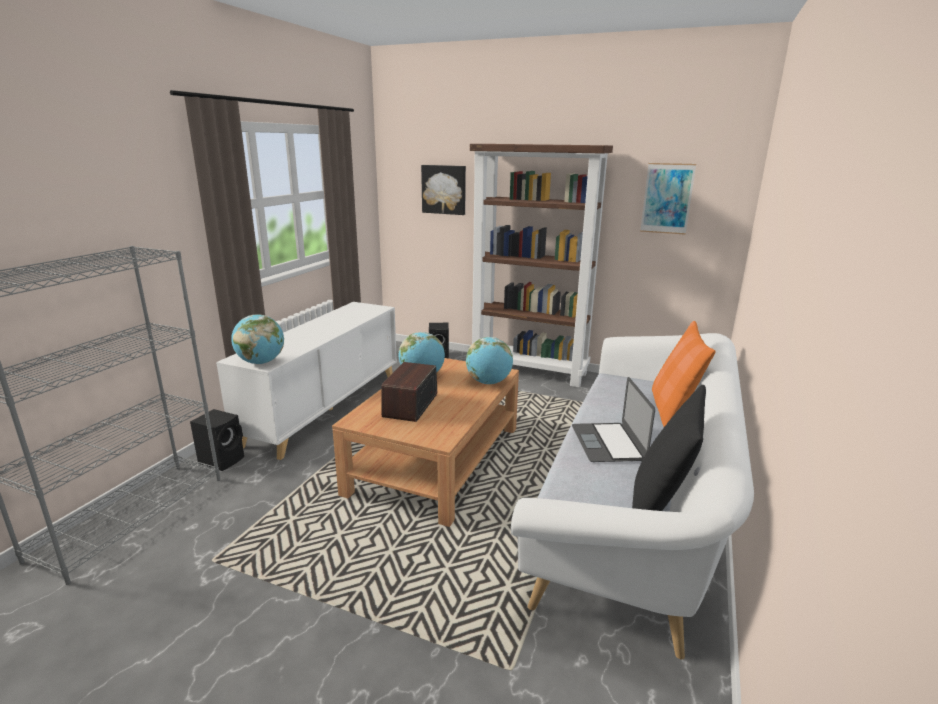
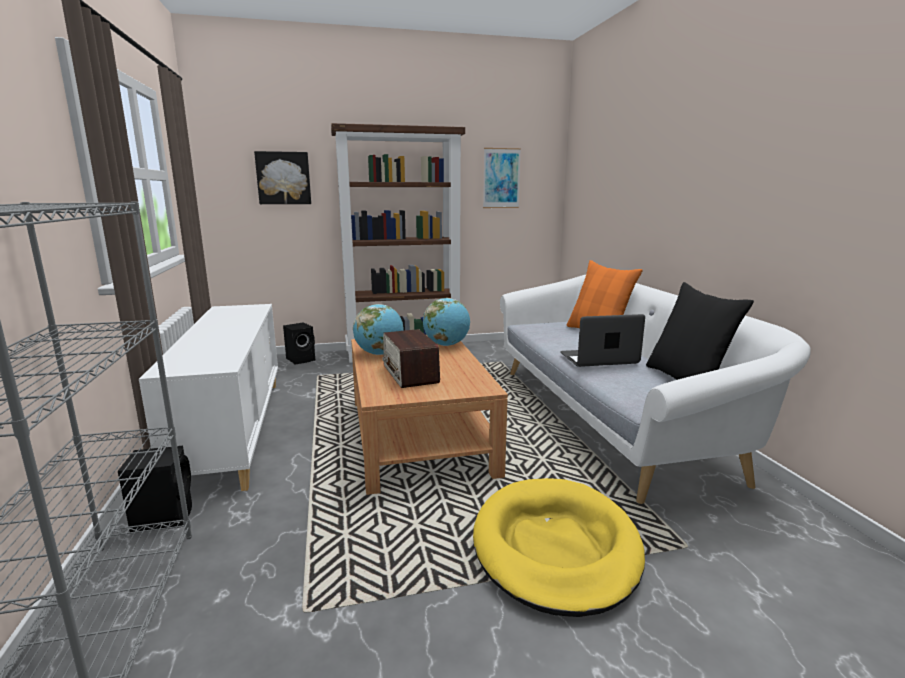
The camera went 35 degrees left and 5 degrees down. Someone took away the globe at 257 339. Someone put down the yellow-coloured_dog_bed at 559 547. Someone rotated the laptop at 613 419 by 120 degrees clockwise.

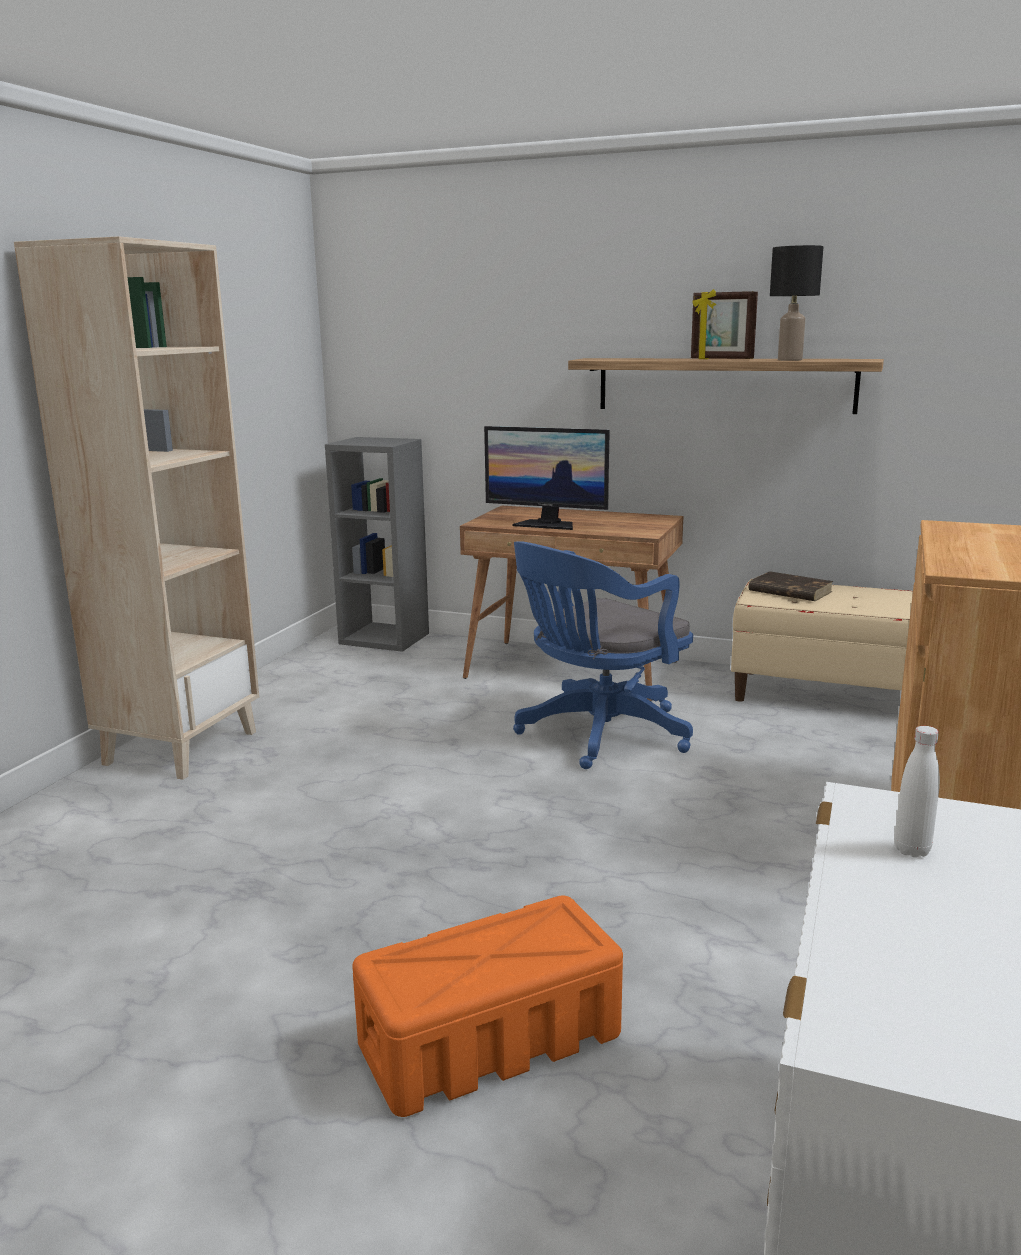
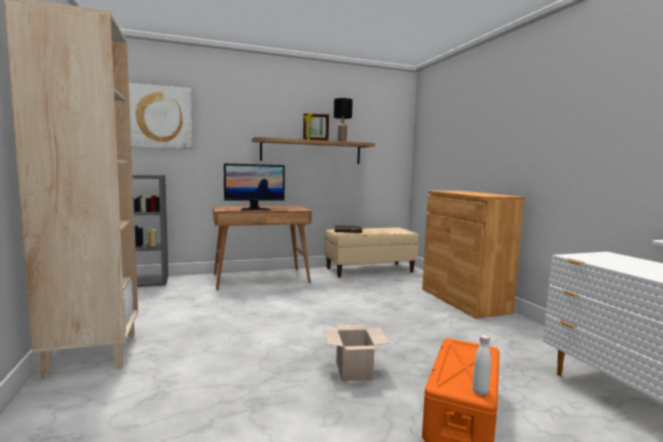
The camera went 40 degrees left and 10 degrees down. Someone took away the blue-coloured_computer_chair at 603 655. Someone put up the wall_art at 160 116. Someone put down the carton at 356 352. Someone carried the whitish_beverage_bottle from 917 792 to 481 365.

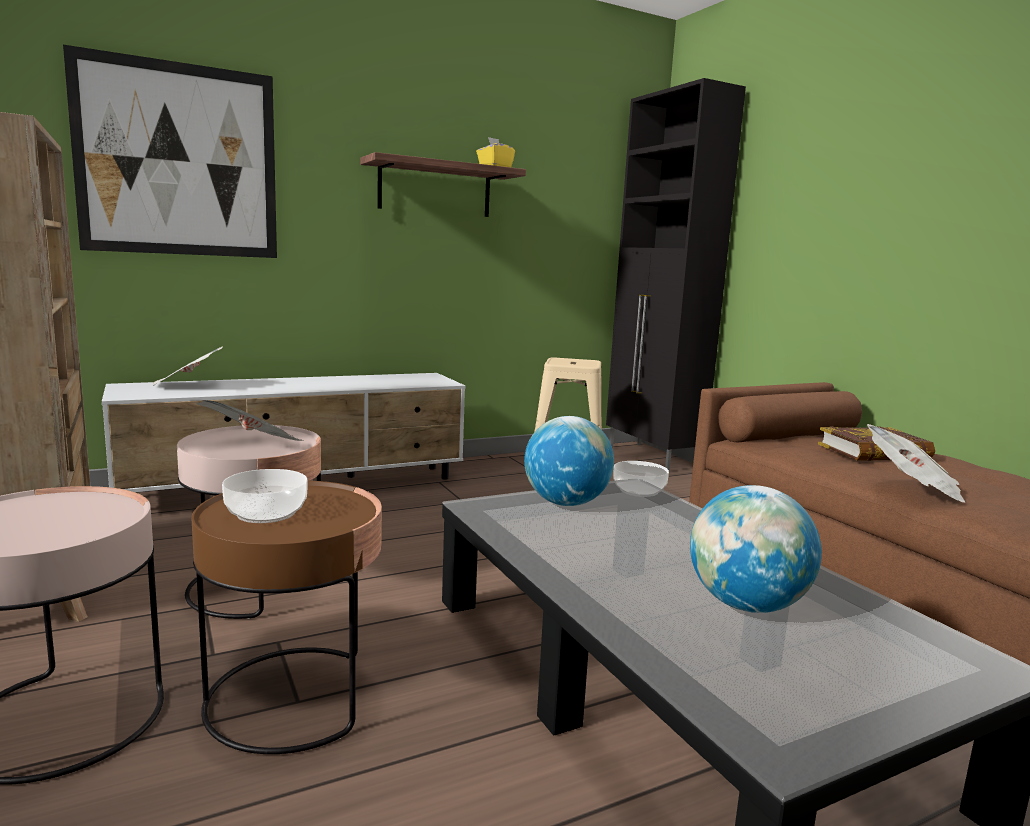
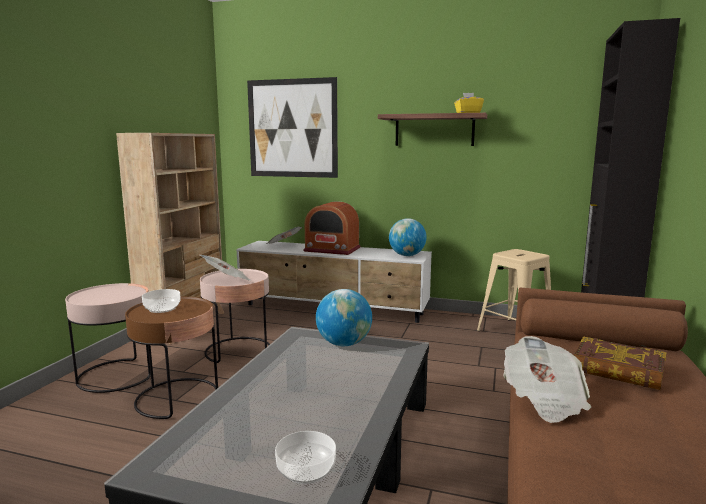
The camera went 45 degrees right and 0 degrees up. Someone put down the radio_set at 332 228. Someone carried the deep_dish from 641 479 to 305 457. Someone carried the globe from 756 549 to 408 237.

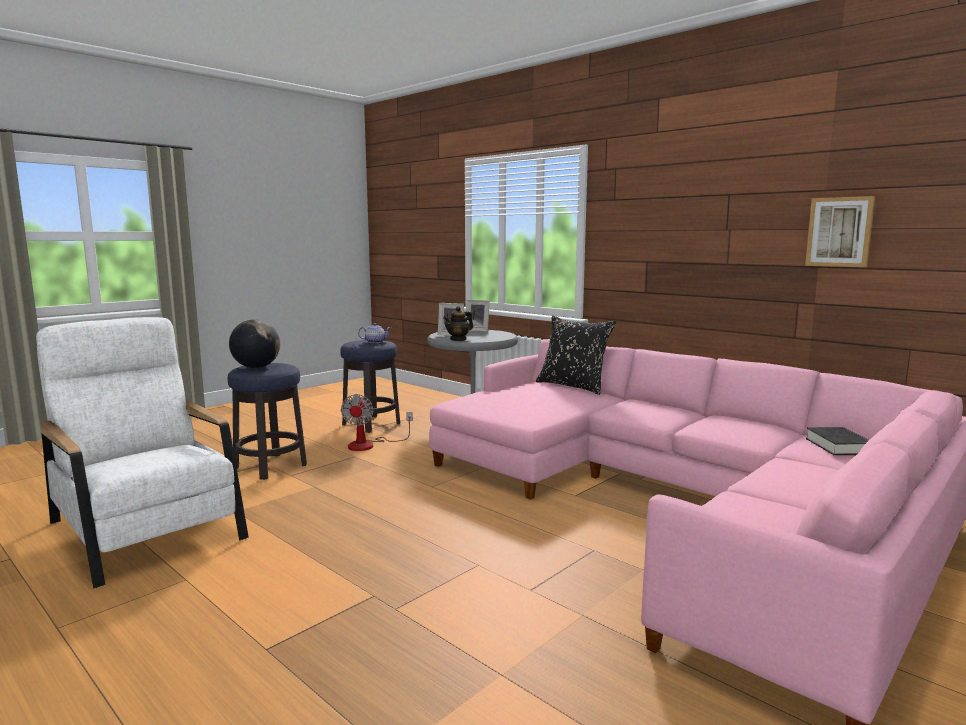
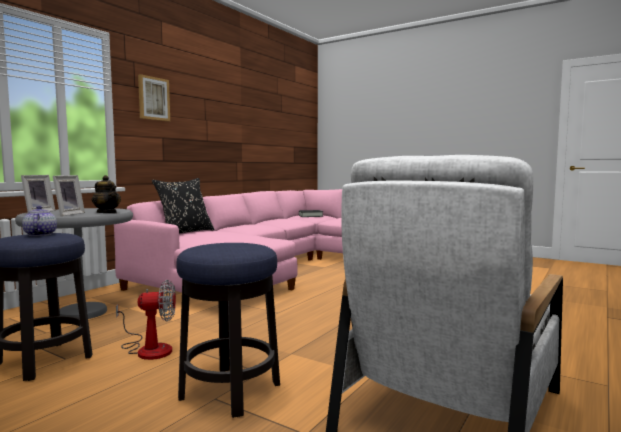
The camera went 100 degrees left and 5 degrees down. Someone took away the globe at 254 343. Someone carried the wall_art from 840 231 to 154 97.

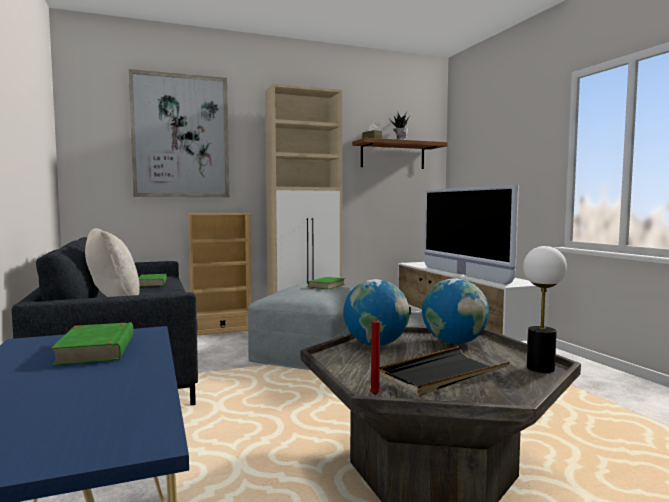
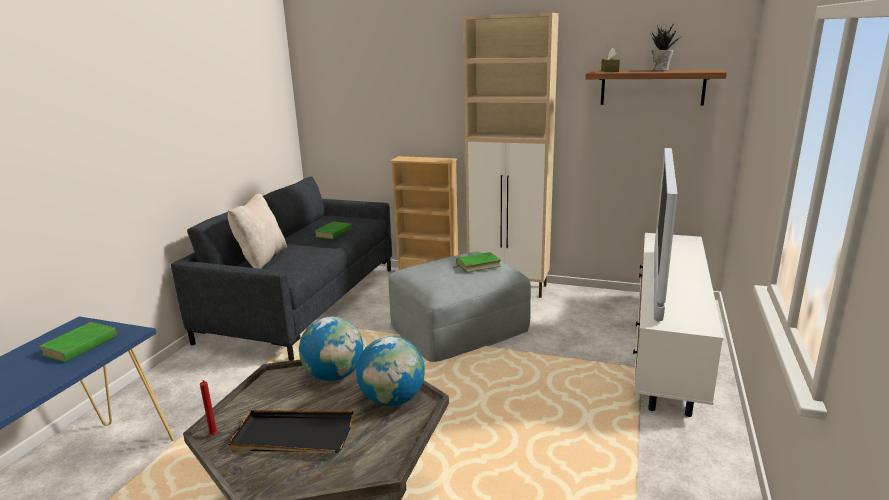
The camera went 40 degrees right and 15 degrees up. Someone took away the wall_art at 179 133. Someone took away the lamp_for_a_table at 545 309.

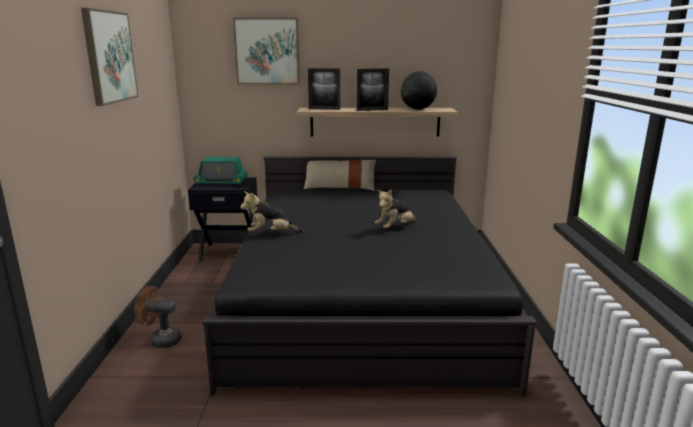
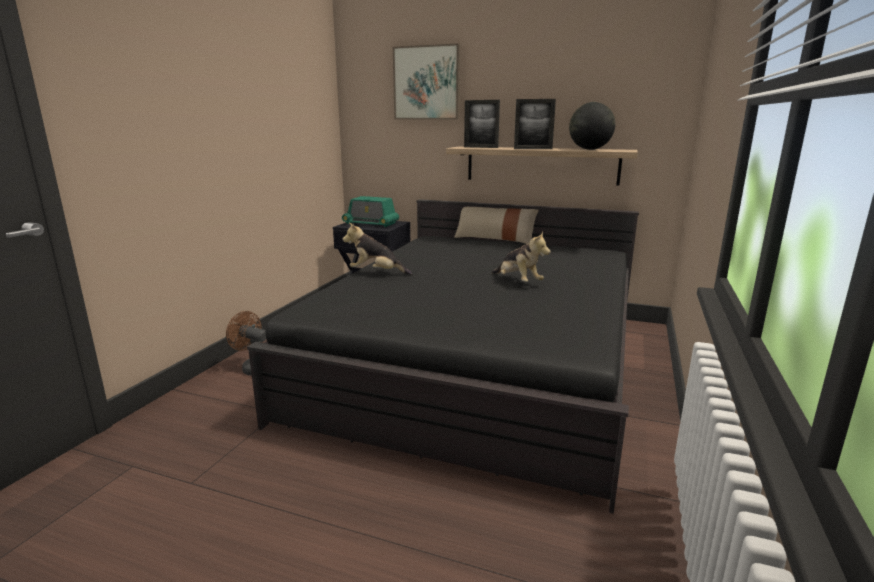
The camera went 20 degrees right and 0 degrees up. Someone took away the wall_art at 109 57. Someone rotated the soft_toy at 396 209 by 105 degrees counterclockwise.

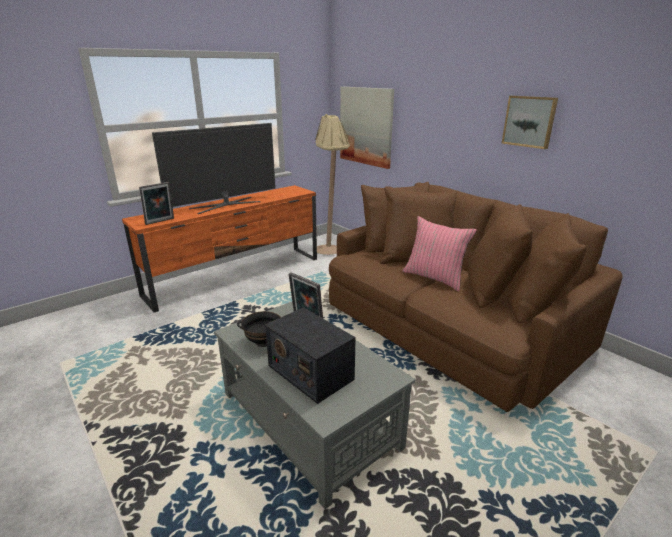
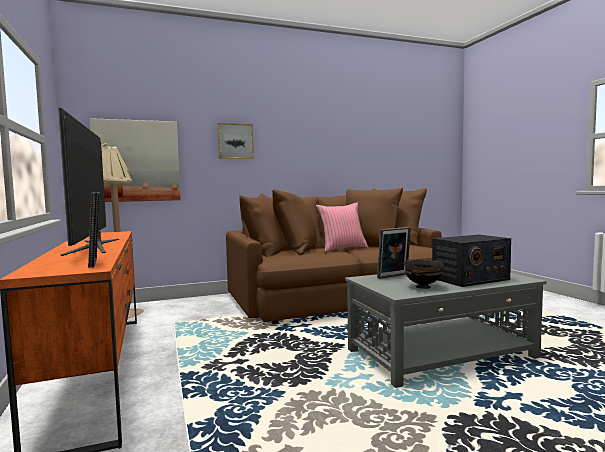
The camera went 70 degrees left and 20 degrees down. Someone carried the wall_art from 530 122 to 236 141.

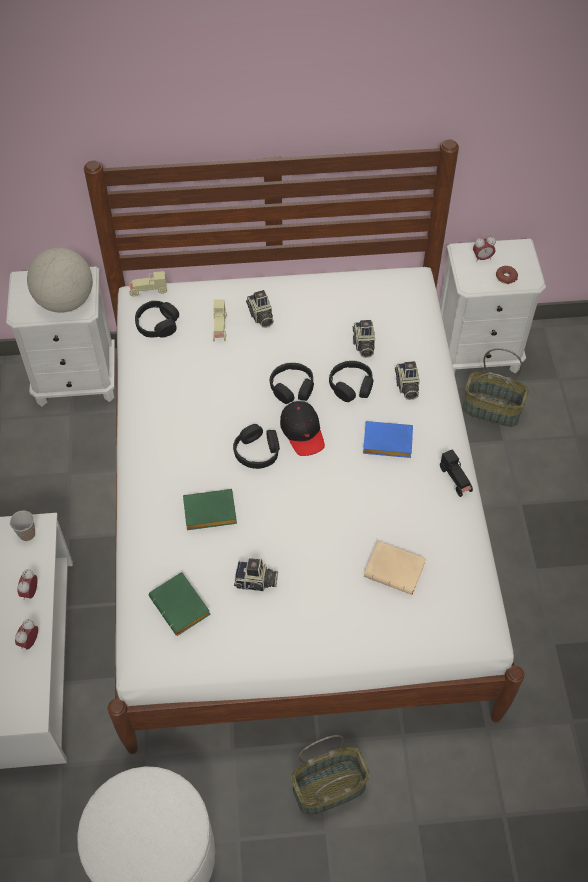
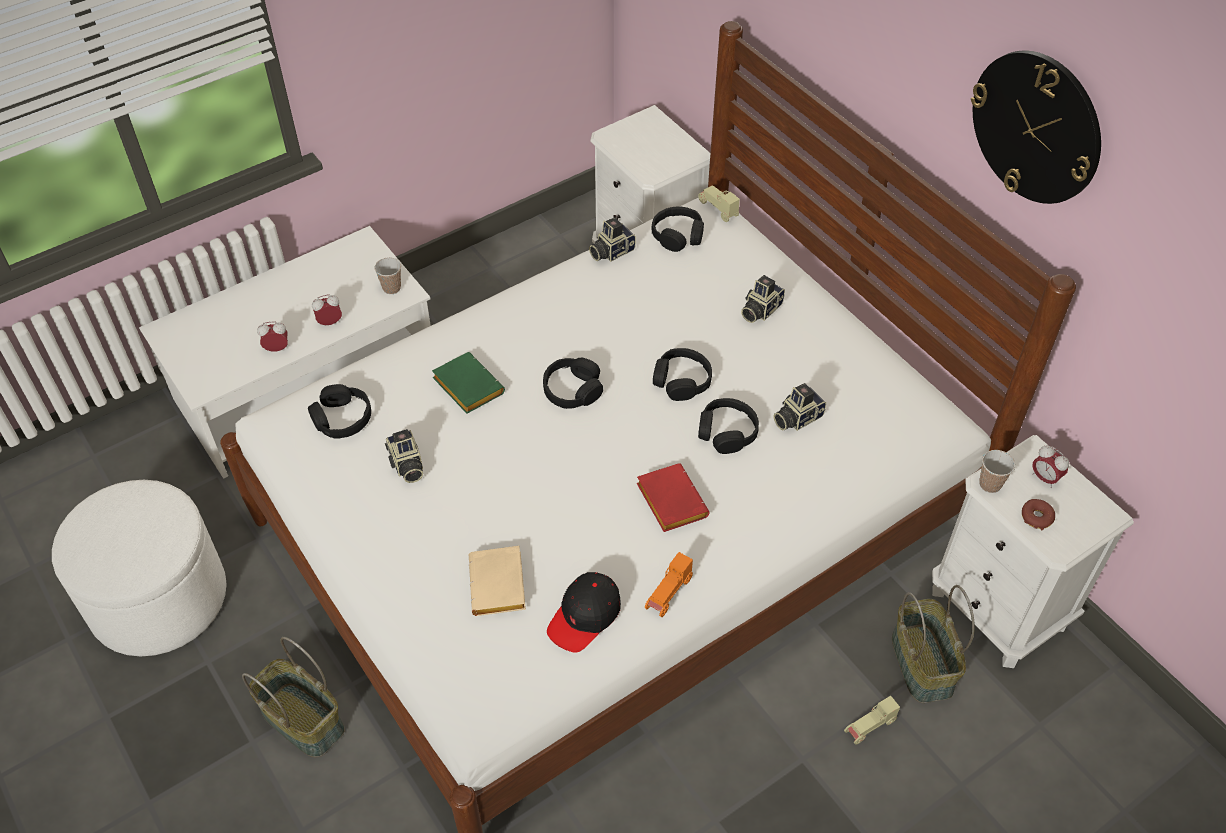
The camera went 60 degrees right and 5 degrees down. Someone took away the globe at 60 280. Someone put up the clock_on_the_wall at 1036 127. Someone put down the cup at 997 471. Someone carried the beige-coloured_model_car from 220 320 to 872 720. Someone carried the black_peaked_cap from 302 428 to 584 612. Someone carried the still_camera from 407 380 to 612 240. Someone swapped the green_book at 180 604 for the black_pair_of_headphones at 339 411. Someone repainted the blue-coloured_book at 388 439, which became the red_book at 673 497. Someone repainted the black_model_car at 456 473, which became the orange_model_car at 669 584.

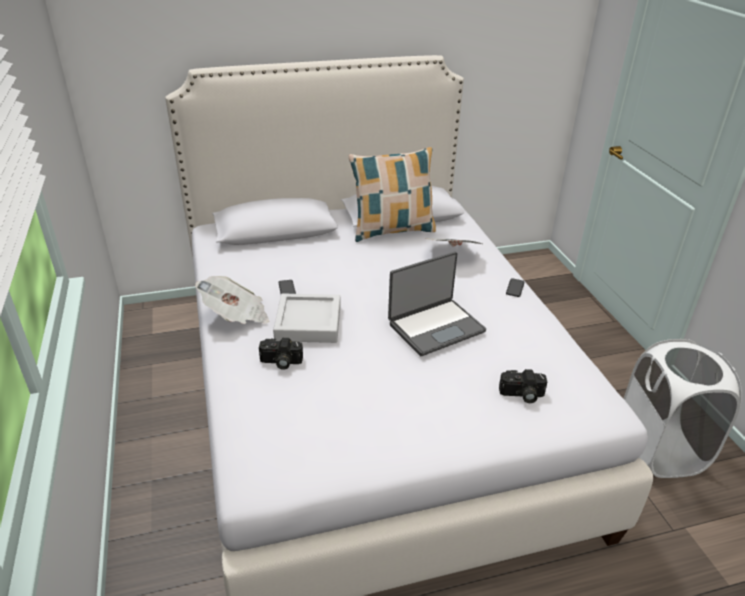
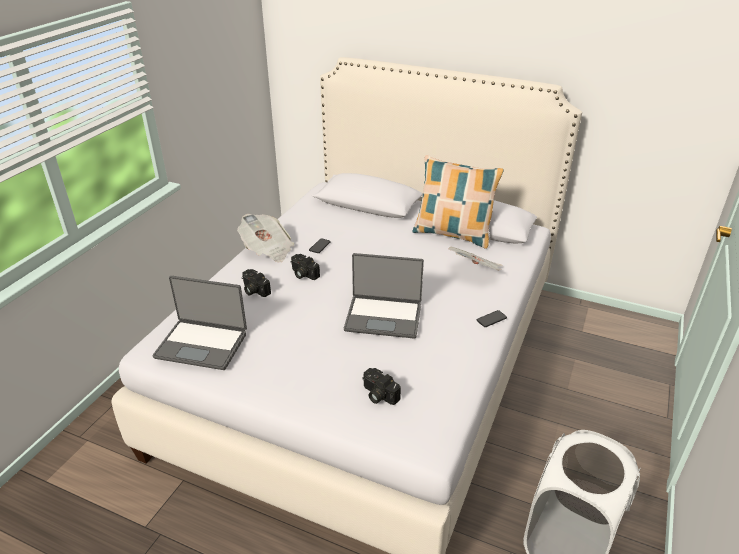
The camera went 40 degrees right and 0 degrees up. Someone put down the laptop at 200 323. Someone swapped the greyish_tray at 307 318 for the still_camera at 305 267.

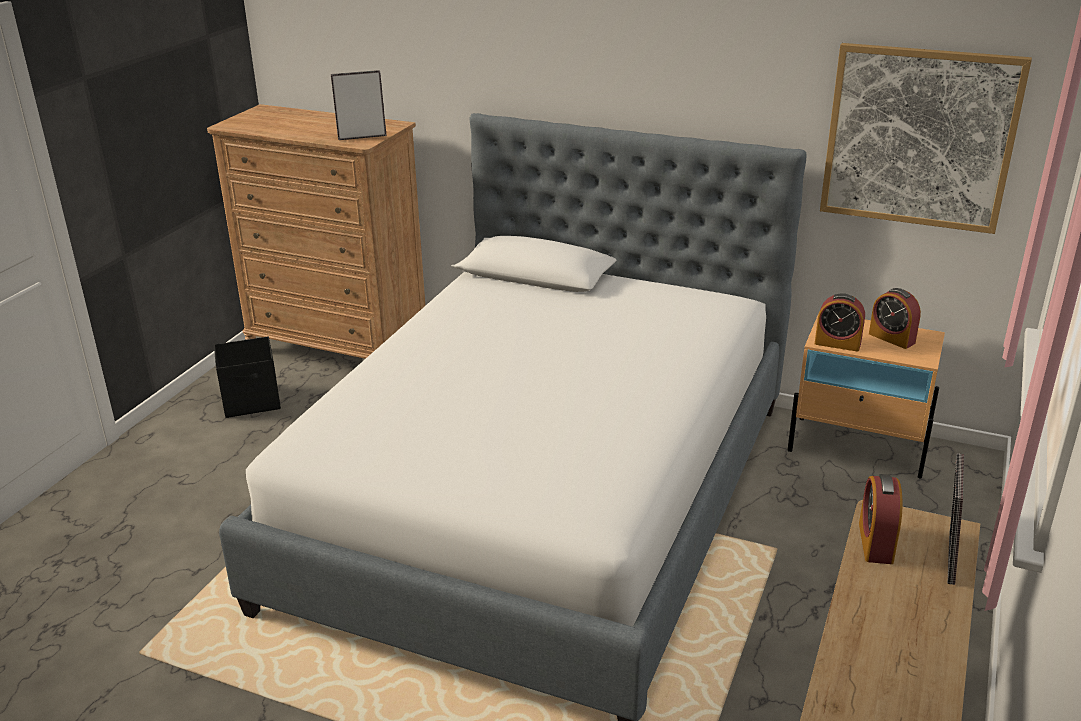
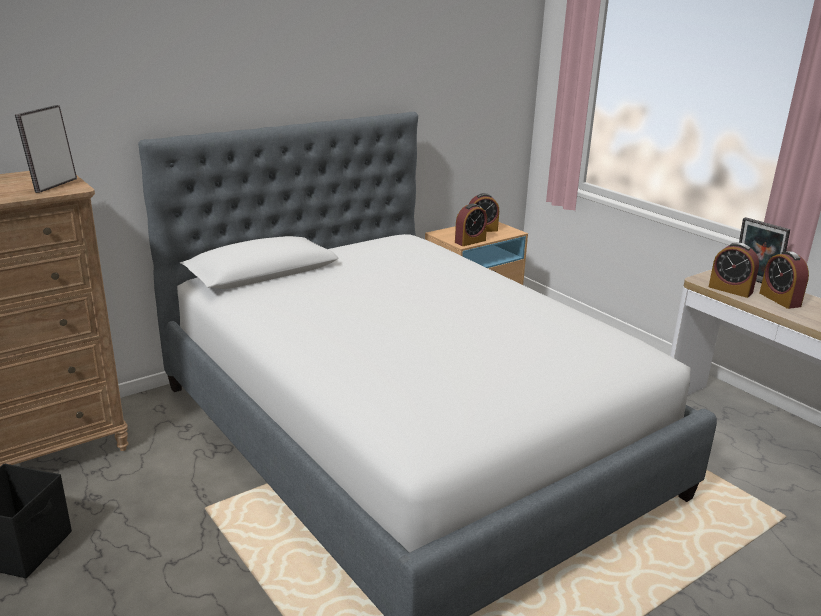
The camera went 60 degrees left and 5 degrees down. Someone took away the wall_art at 926 138. Someone put down the table_clock at 784 280.

